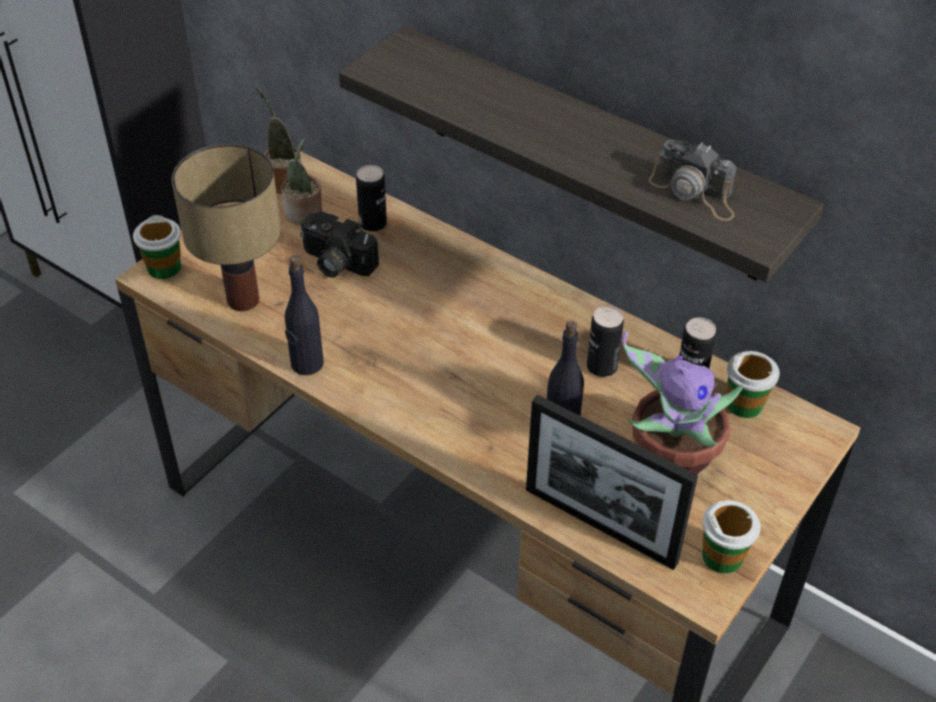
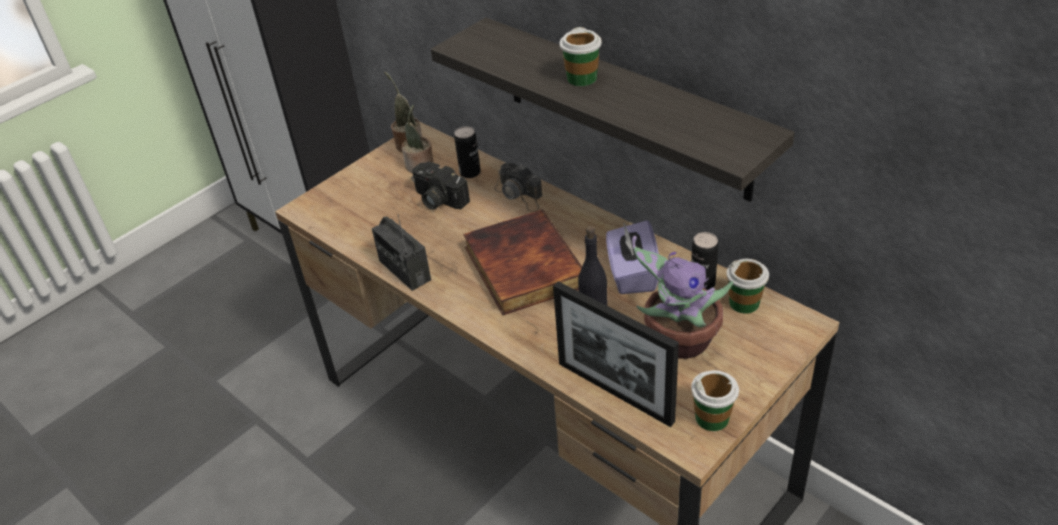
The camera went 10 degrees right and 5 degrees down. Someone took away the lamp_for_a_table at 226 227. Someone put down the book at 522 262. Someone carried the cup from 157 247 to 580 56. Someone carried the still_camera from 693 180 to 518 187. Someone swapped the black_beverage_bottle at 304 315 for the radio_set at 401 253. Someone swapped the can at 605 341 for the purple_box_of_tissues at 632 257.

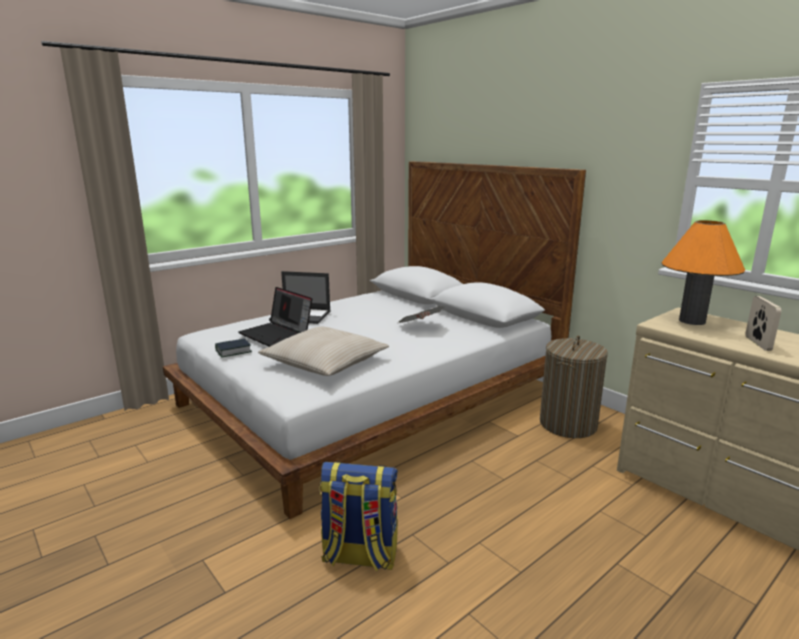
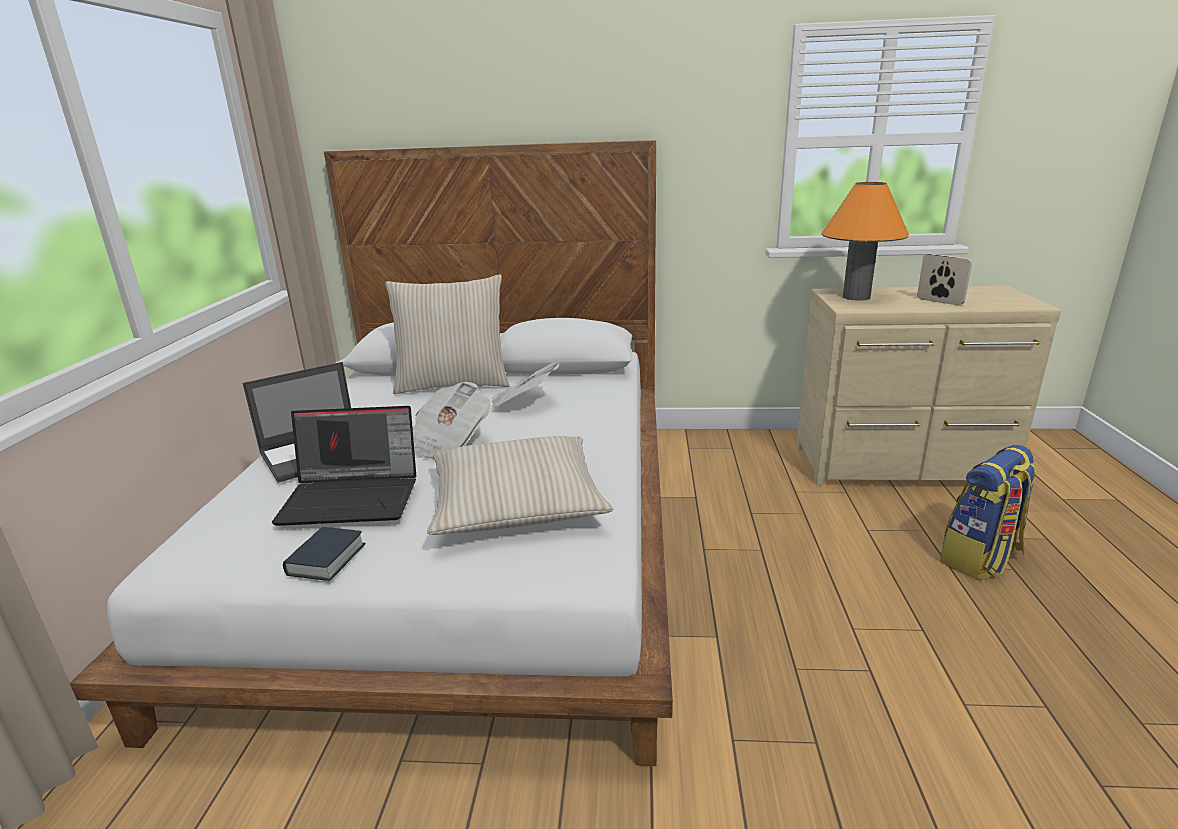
The camera went 45 degrees left and 5 degrees up. Someone took away the laundry_basket at 574 386. Someone put down the beige-coloured_throw_pillow at 447 334. Someone put down the daily_paper at 451 420. Someone carried the backpack from 358 516 to 988 513.

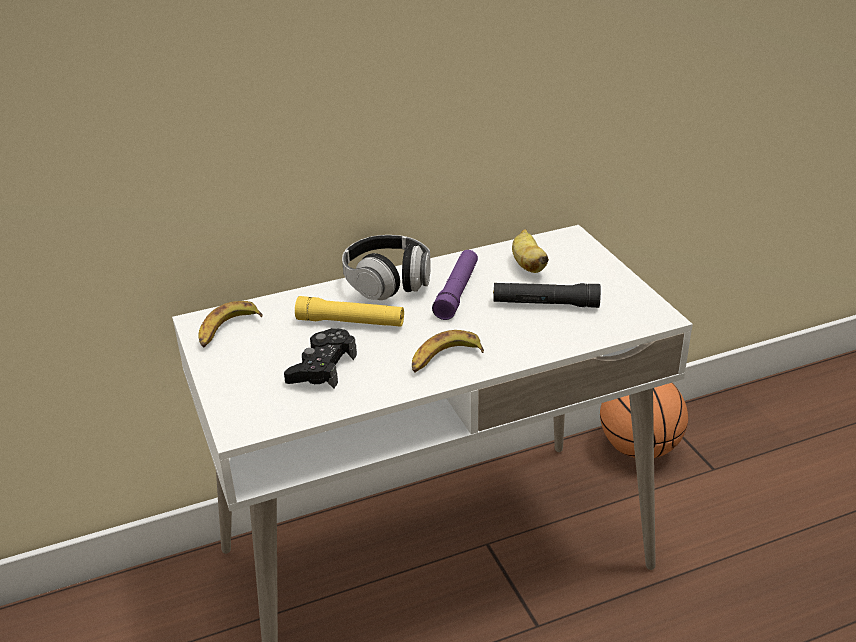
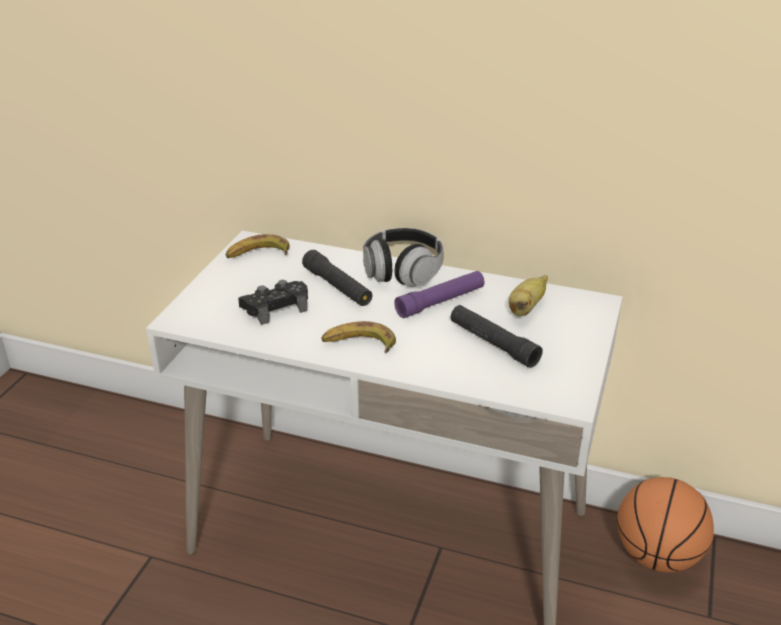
The camera went 40 degrees right and 0 degrees up. Someone repainted the yellow-coloured_flashlight at 349 311, which became the black_flashlight at 337 278.

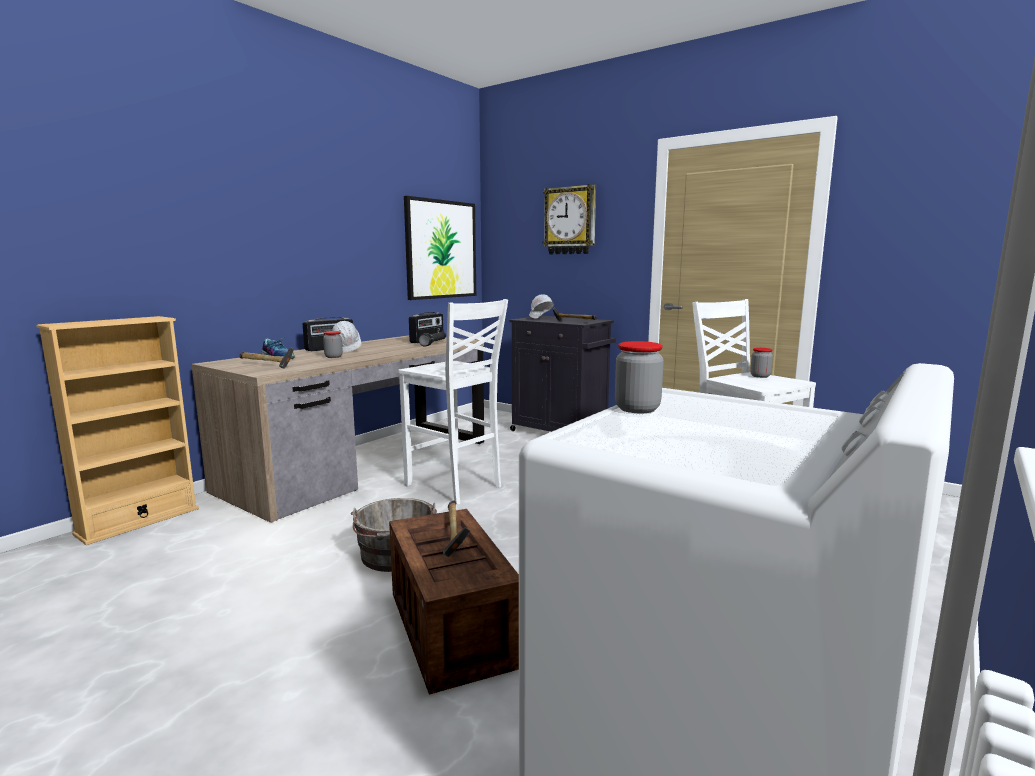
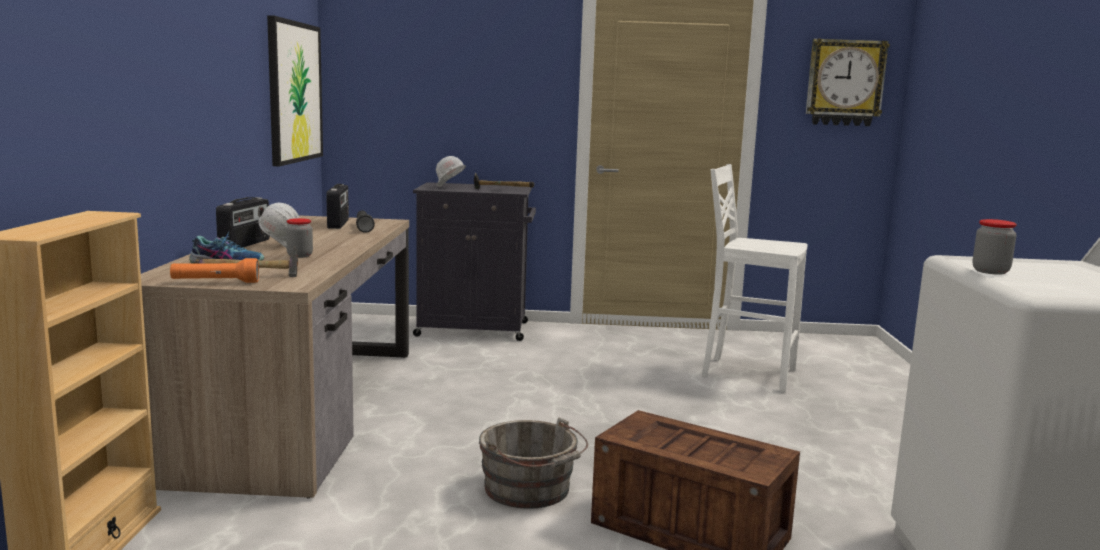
The camera went 35 degrees left and 0 degrees up. Someone took away the whitish_stool_seat at 453 402. Someone took away the hammer at 456 529. Someone took away the storage_jar at 761 363. Someone put down the orange_flashlight at 214 270. Someone carried the clock_on_the_wall from 569 219 to 848 82.

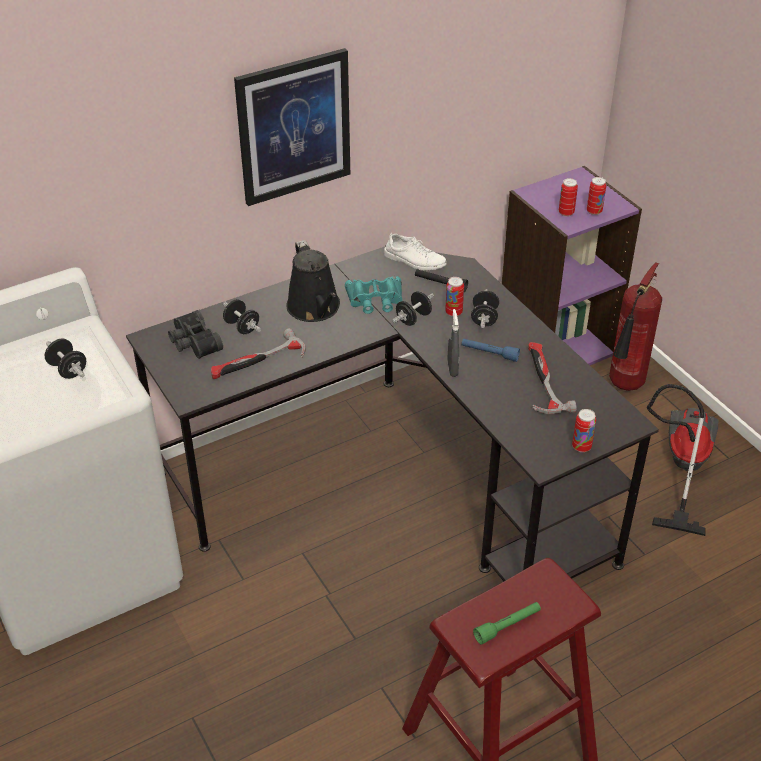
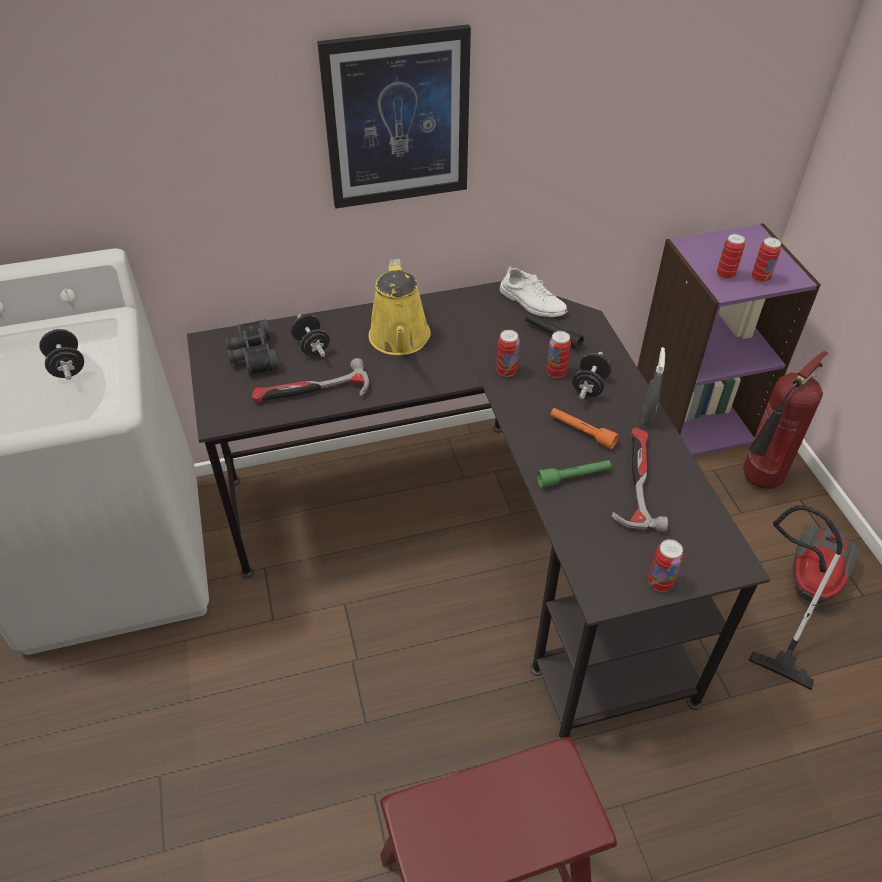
The camera went 15 degrees right and 5 degrees up. Someone took away the turquoise-coloured_pair_of_binoculars at 373 295. Someone carried the greyish_spray_bottle from 453 343 to 654 387. Someone carried the green_flashlight from 507 623 to 574 474. Someone swapped the black_dumbbell at 413 308 for the can at 508 353. Someone repainted the black_watering_pot at 313 281, which became the yellow-coloured_watering_pot at 400 307. Someone repainted the blue-coloured_flashlight at 491 350, which became the orange_flashlight at 584 428.

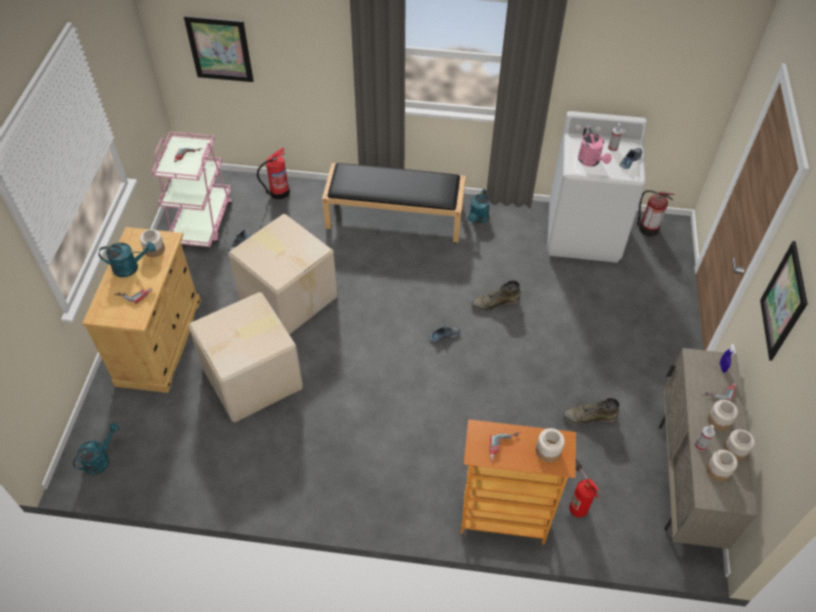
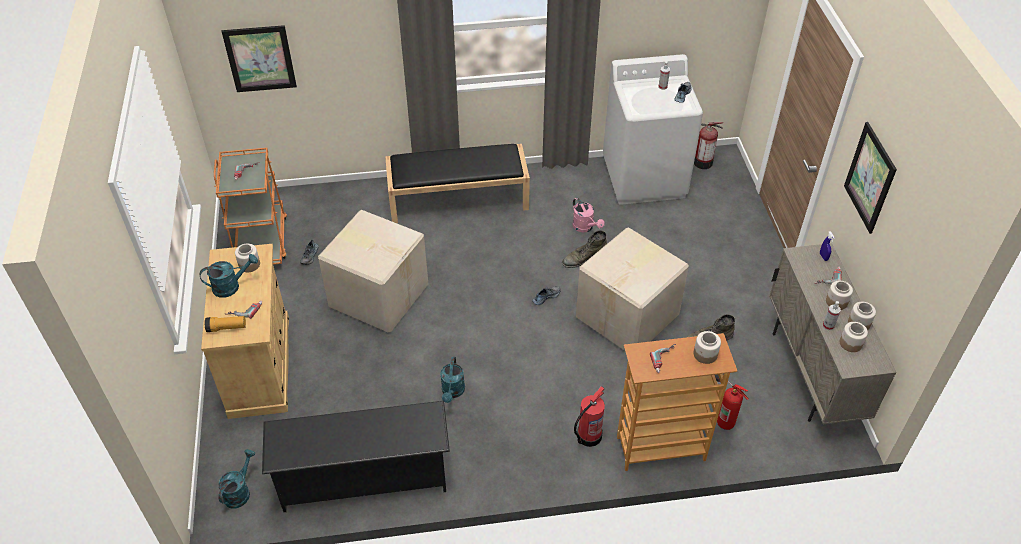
The camera went 15 degrees left and 5 degrees down. Someone put down the flashlight at 225 324. Someone put down the black_shoe_shelf at 356 456. Someone carried the carton from 245 357 to 632 289. Someone carried the fire-fighting_cylinder from 273 173 to 589 416. Someone carried the turquoise-coloured_watering_pot from 479 206 to 452 380. Someone carried the pinkish_watering_pot from 595 147 to 588 215. Someone repainted the pinkish_cart at 192 189, which became the orange_cart at 250 206.

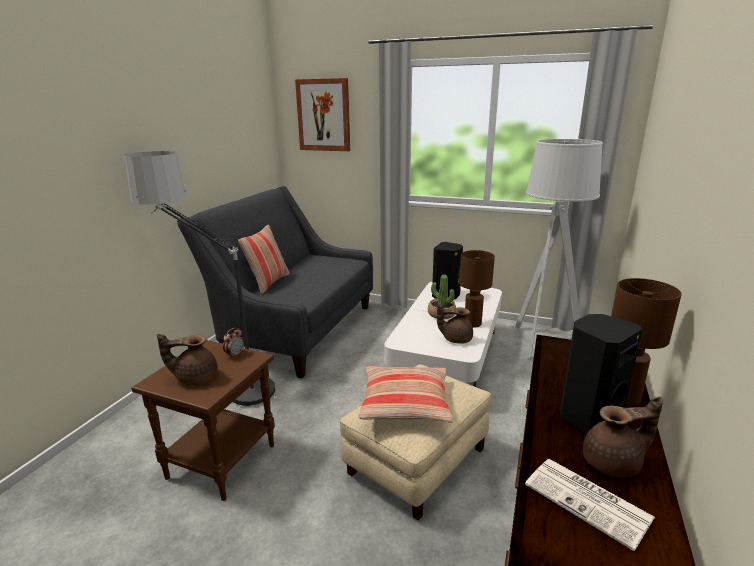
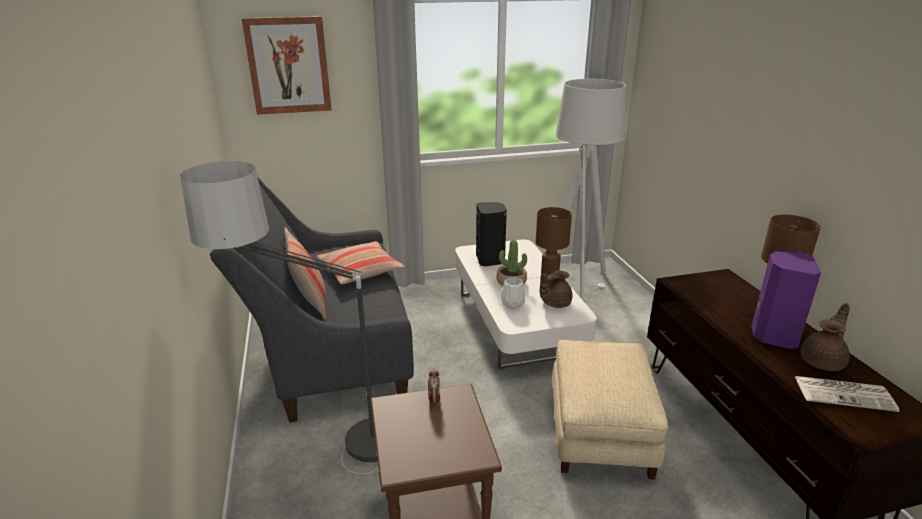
The camera went 35 degrees left and 5 degrees up. Someone took away the brown-coloured_teapot at 187 359. Someone put down the whitish_decorative_vase at 513 293. Someone carried the throw_pillow from 405 394 to 361 262. Someone repainted the black_audio_speaker at 601 374, which became the purple_audio_speaker at 786 300.

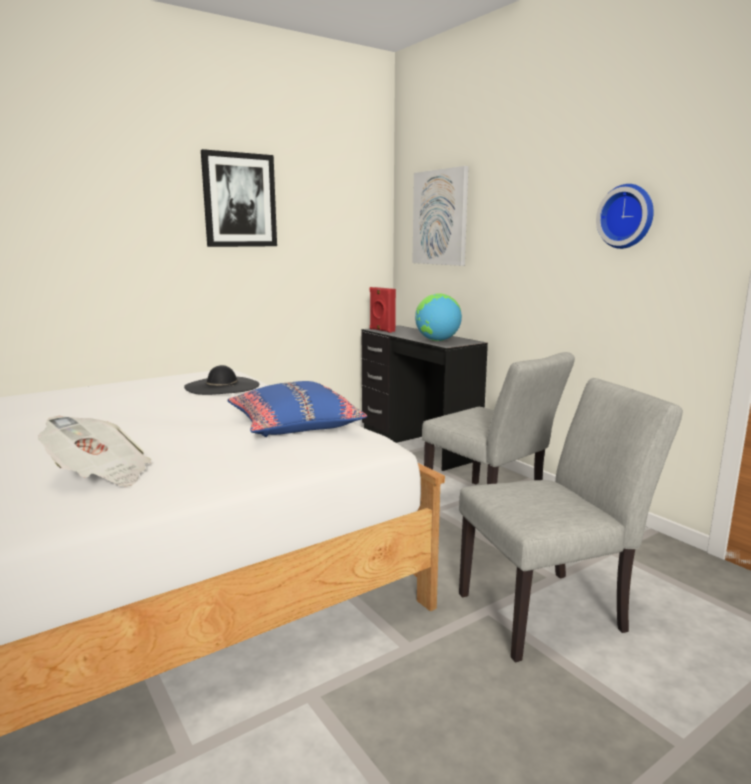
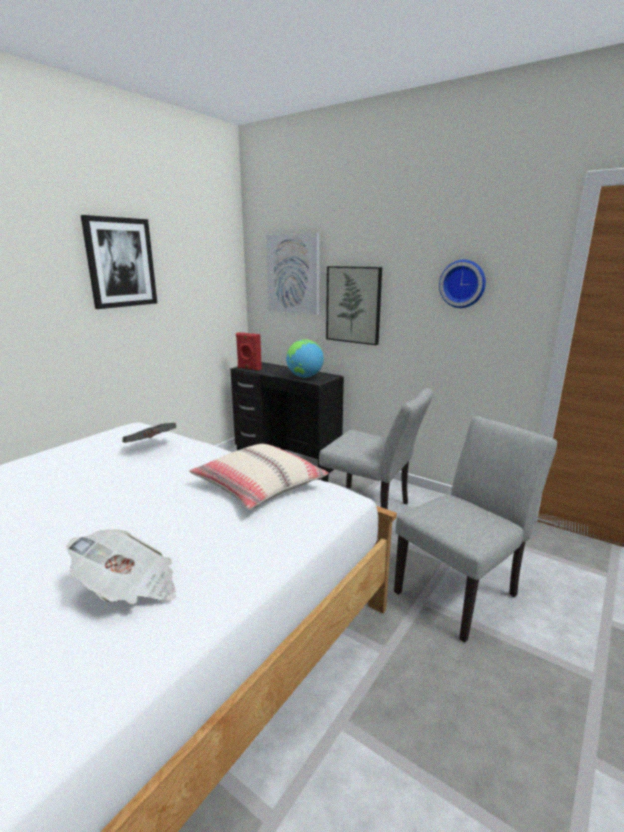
The camera went 20 degrees left and 5 degrees up. Someone put up the wall_art at 354 305. Someone swapped the black_hat at 221 380 for the daily_paper at 149 433. Someone repainted the blue-coloured_throw_pillow at 297 409, which became the beige-coloured_throw_pillow at 258 477.

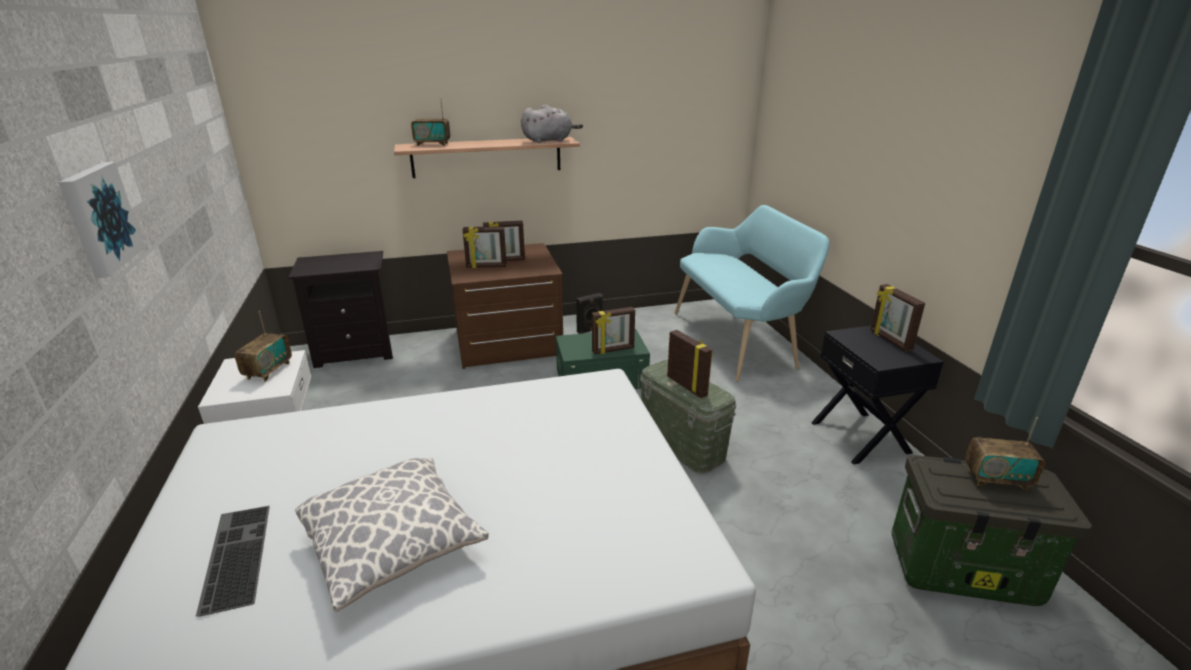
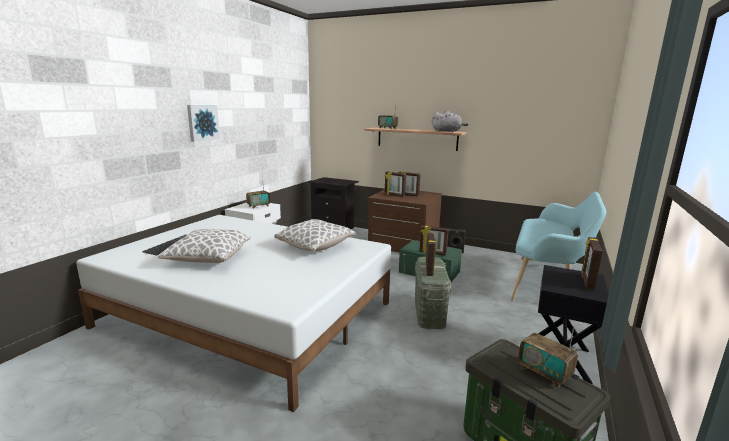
The camera went 40 degrees right and 10 degrees down. Someone put down the throw_pillow at 315 235.

